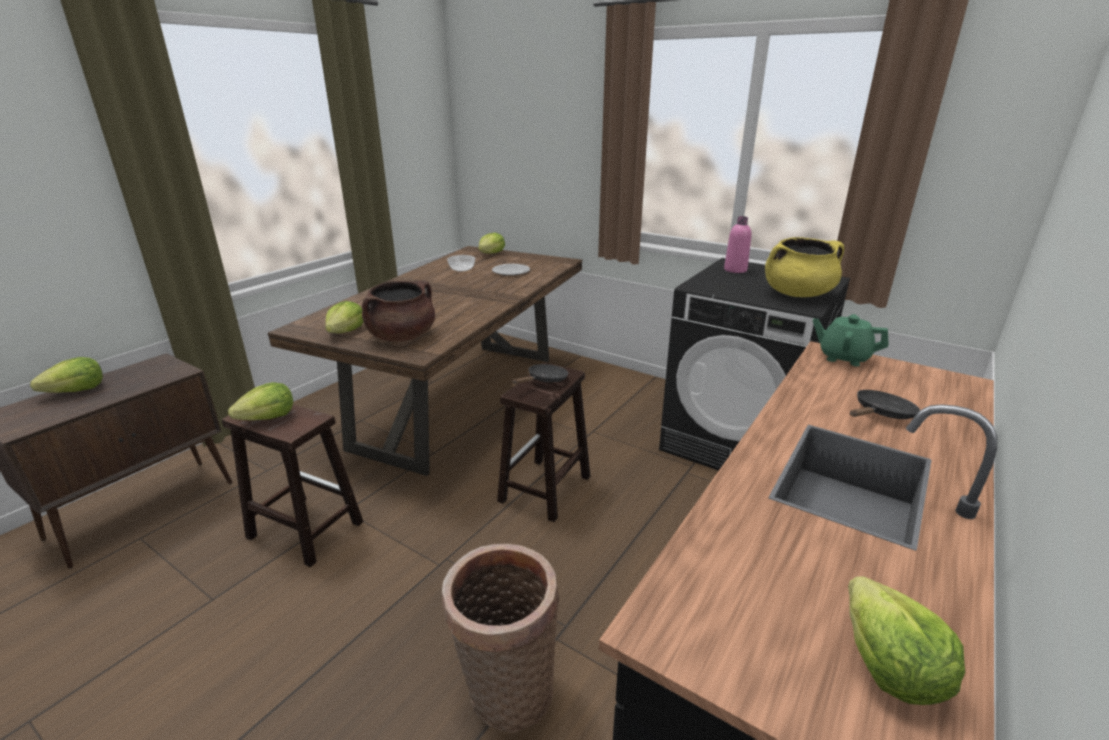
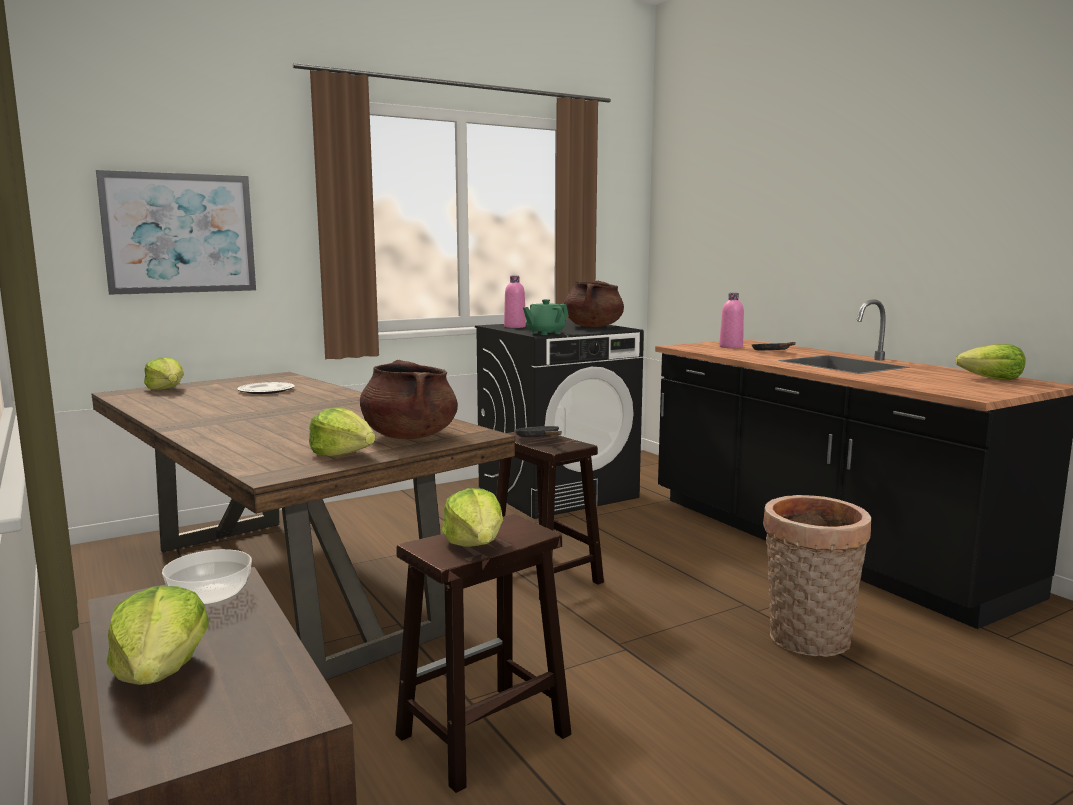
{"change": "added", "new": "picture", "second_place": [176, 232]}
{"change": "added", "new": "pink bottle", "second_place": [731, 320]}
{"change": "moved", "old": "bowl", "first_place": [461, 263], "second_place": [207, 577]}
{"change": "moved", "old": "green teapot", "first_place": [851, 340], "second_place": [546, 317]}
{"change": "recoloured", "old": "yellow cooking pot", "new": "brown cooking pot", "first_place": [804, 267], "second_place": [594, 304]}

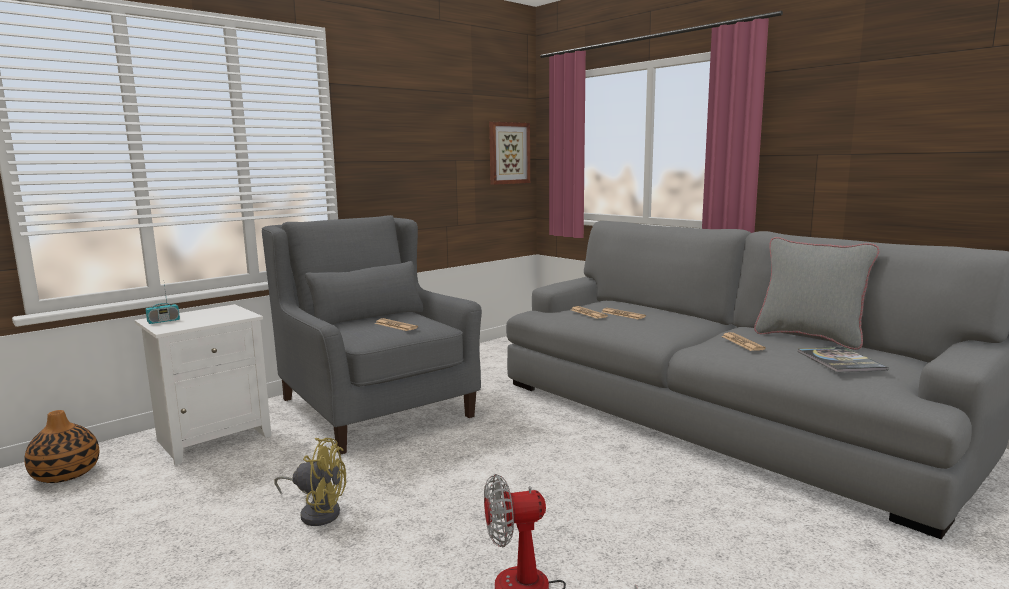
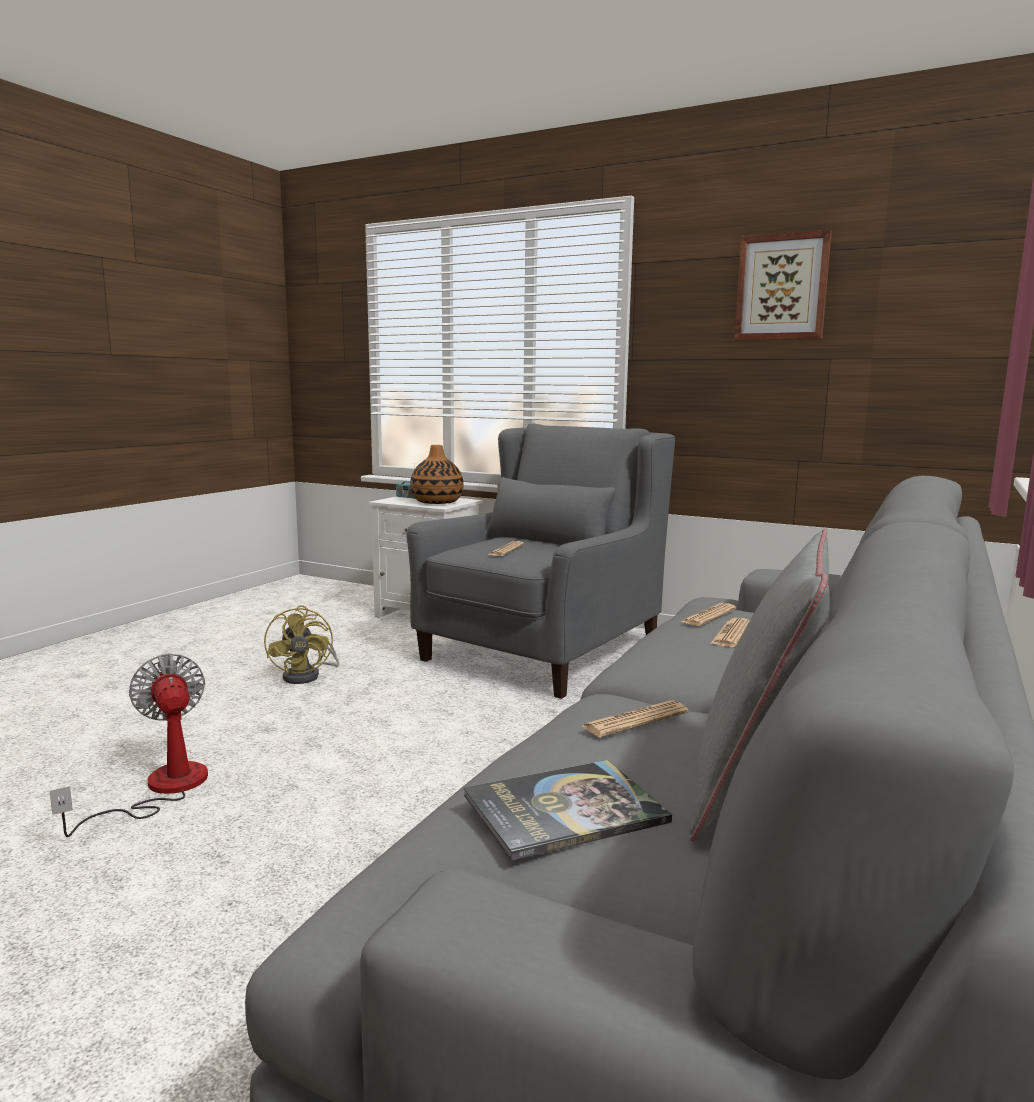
{"change": "moved", "old": "vase", "first_place": [61, 446], "second_place": [437, 474]}
{"change": "moved", "old": "picture", "first_place": [509, 153], "second_place": [783, 285]}

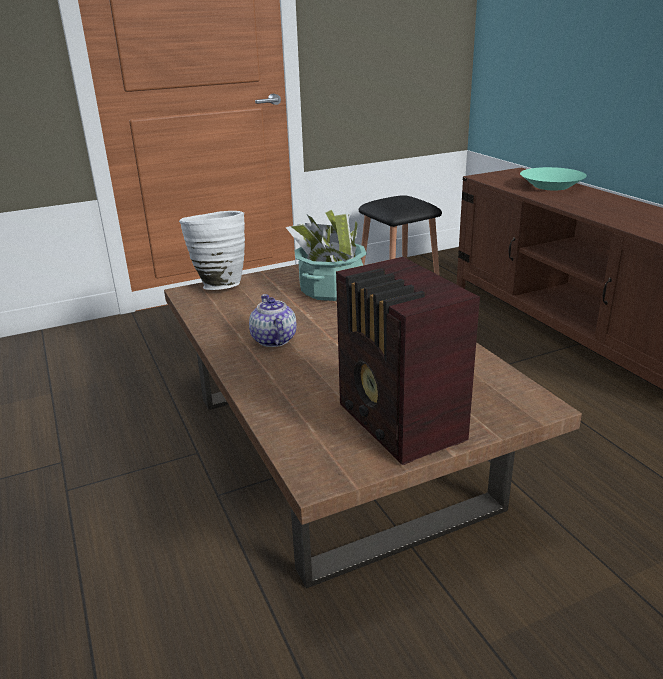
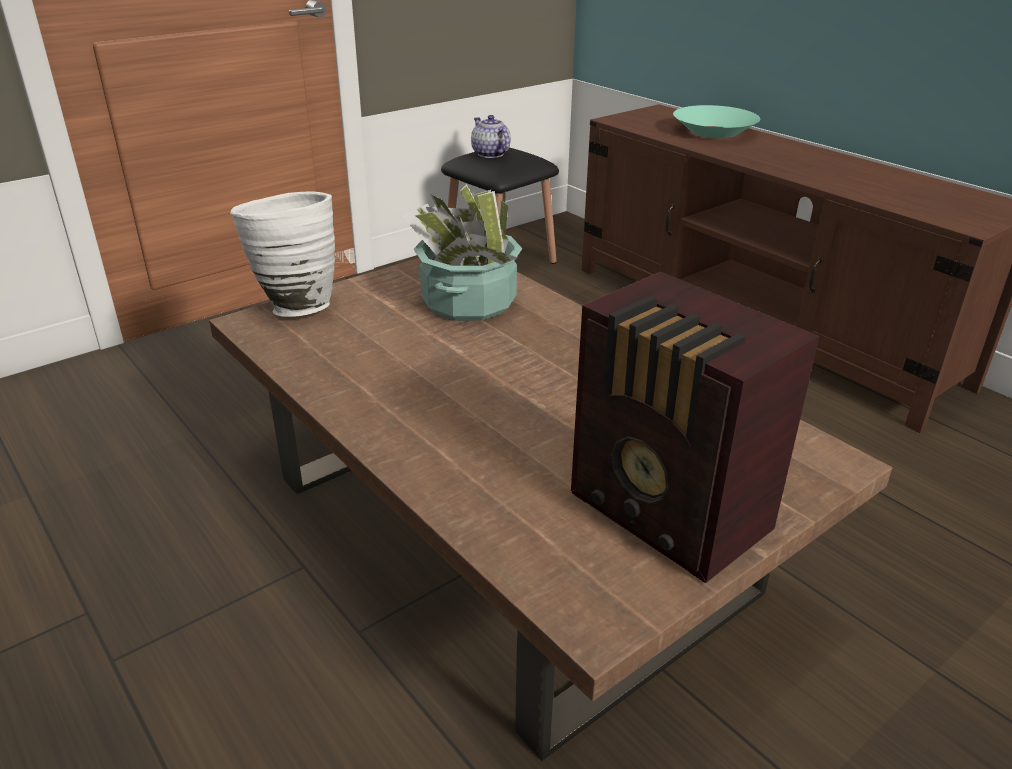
{"change": "moved", "old": "teapot", "first_place": [273, 320], "second_place": [491, 136]}

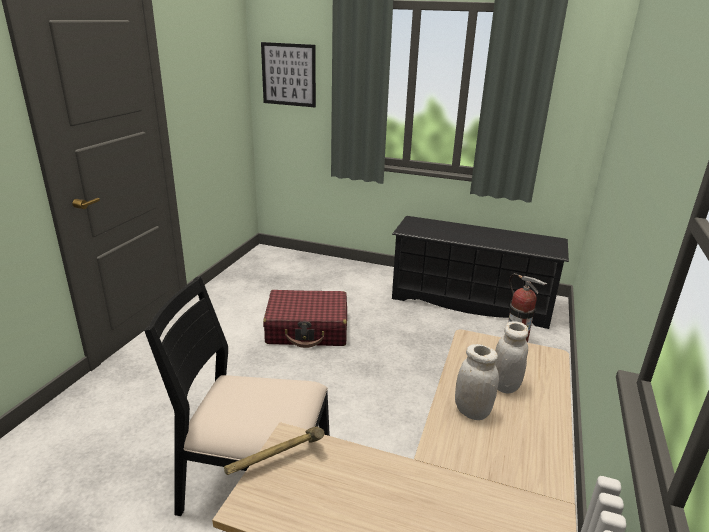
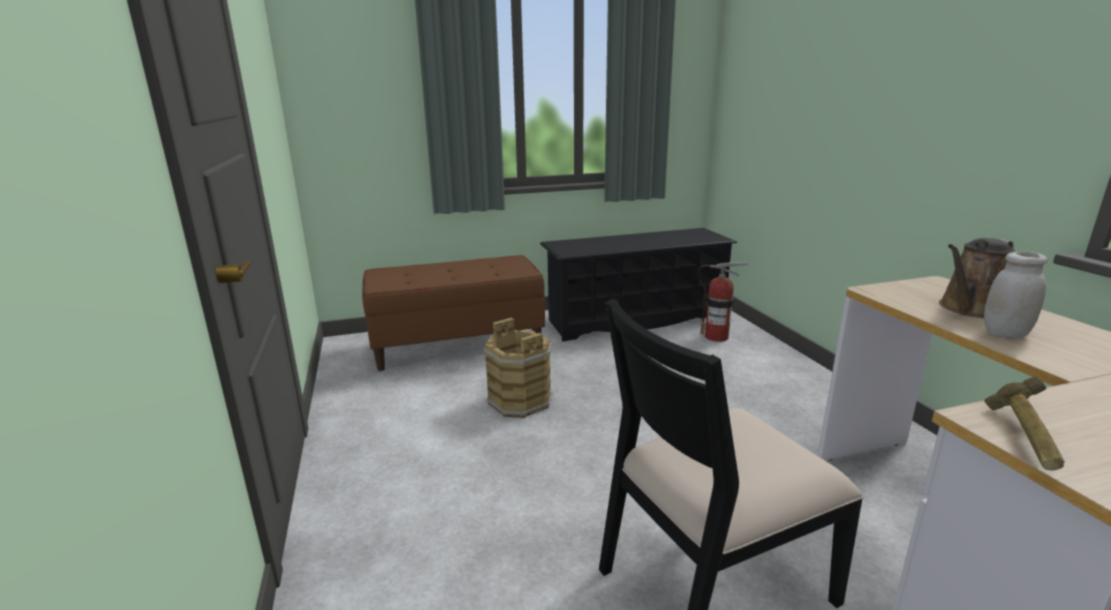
{"change": "removed", "old": "picture", "first_place": [288, 74]}
{"change": "added", "new": "brown bench", "second_place": [453, 313]}
{"change": "replaced", "old": "red suitcase", "new": "brown bucket", "first_place": [305, 319], "second_place": [518, 368]}
{"change": "replaced", "old": "white jar", "new": "brown watering can", "first_place": [511, 357], "second_place": [977, 278]}

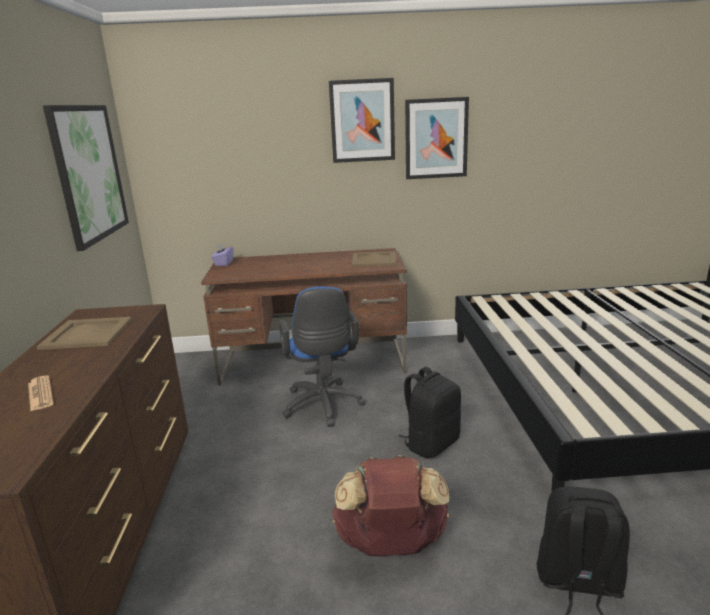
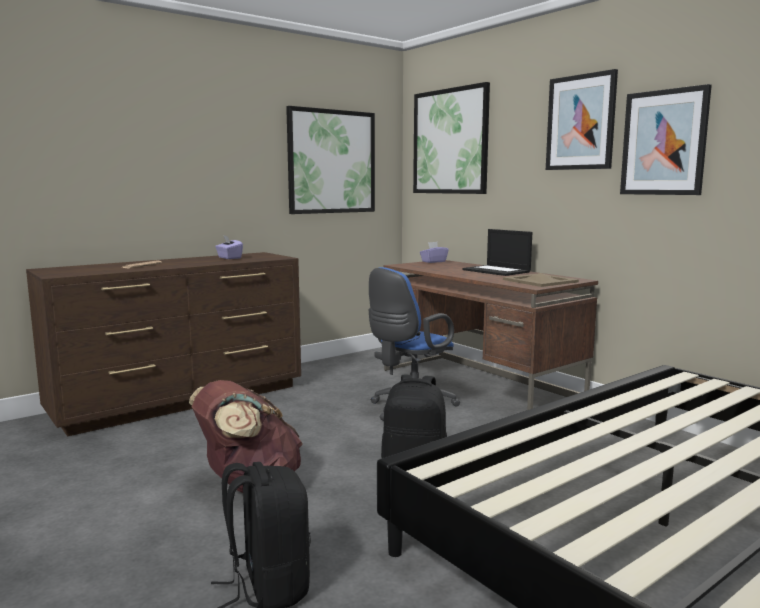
{"change": "added", "new": "picture", "second_place": [451, 138]}
{"change": "added", "new": "laptop", "second_place": [497, 252]}
{"change": "replaced", "old": "beige tray", "new": "purple tissue box", "first_place": [84, 333], "second_place": [229, 247]}

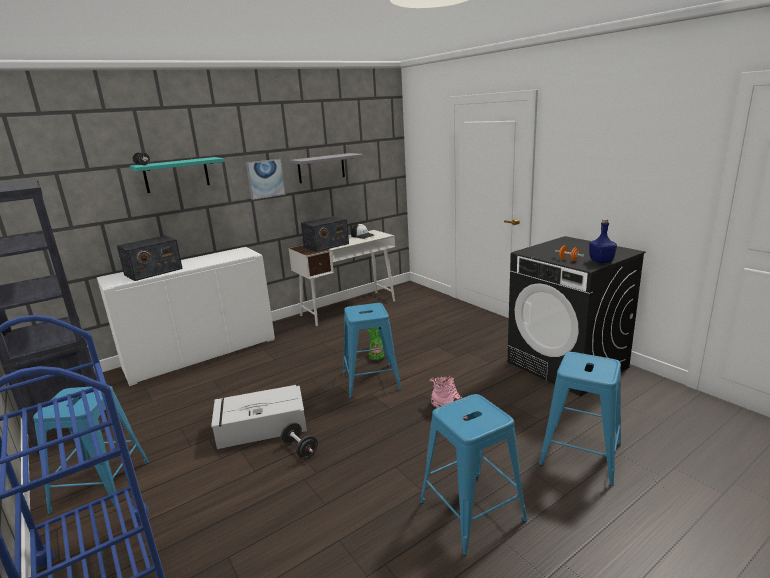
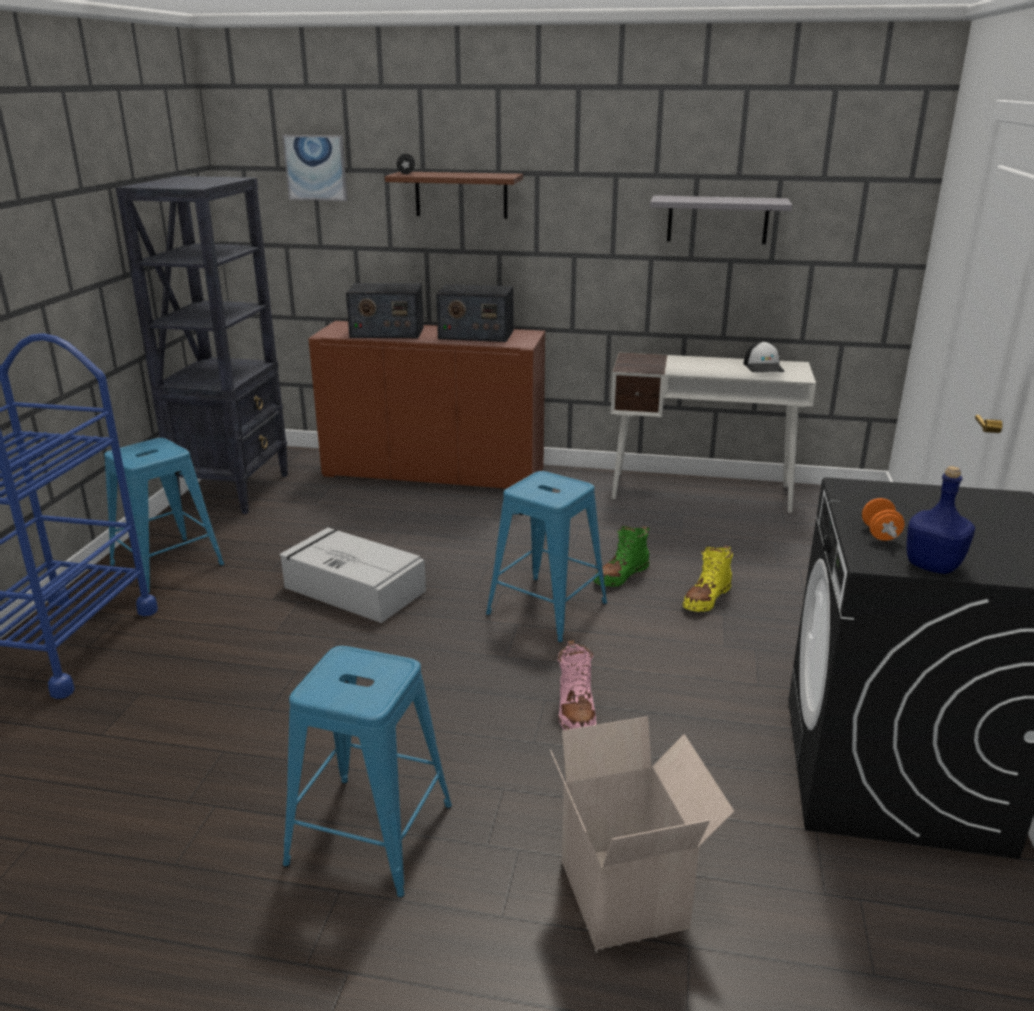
{"change": "removed", "old": "black dumbbell", "first_place": [299, 440]}
{"change": "added", "new": "yellow boot", "second_place": [707, 579]}
{"change": "moved", "old": "picture", "first_place": [266, 179], "second_place": [315, 168]}
{"change": "moved", "old": "radio", "first_place": [325, 234], "second_place": [474, 313]}
{"change": "replaced", "old": "blue stool", "new": "cardboard box", "first_place": [580, 419], "second_place": [642, 833]}
{"change": "recoloured", "old": "white cabinet", "new": "brown cabinet", "first_place": [186, 316], "second_place": [427, 405]}
{"change": "recoloured", "old": "turquoise shelf", "new": "brown shelf", "first_place": [177, 175], "second_place": [454, 195]}

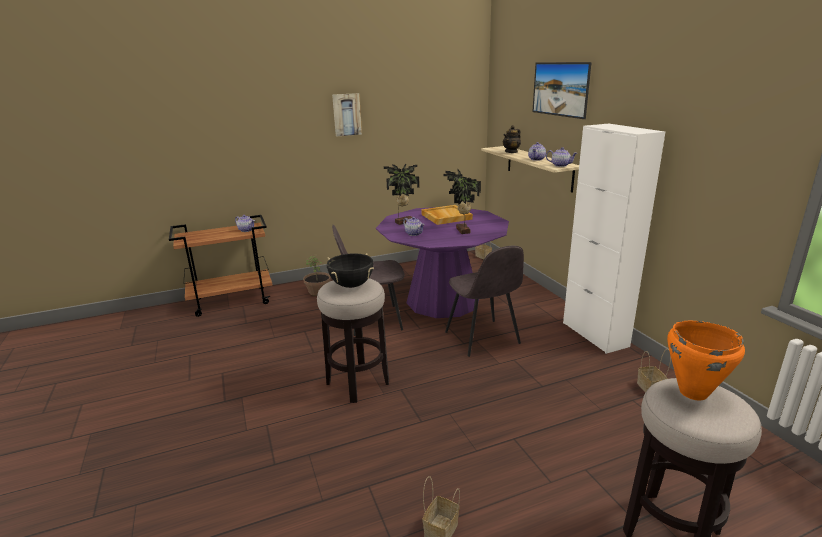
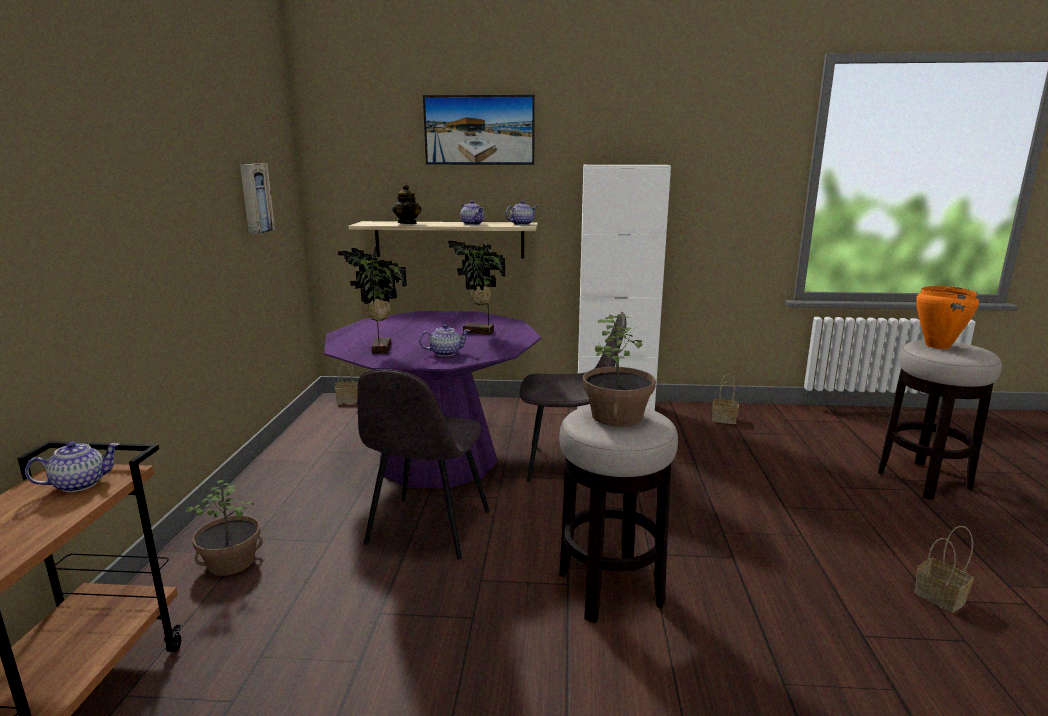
{"change": "removed", "old": "beige tray", "first_place": [447, 215]}
{"change": "moved", "old": "picture", "first_place": [347, 114], "second_place": [257, 199]}
{"change": "replaced", "old": "black cooking pot", "new": "potted plant", "first_place": [350, 270], "second_place": [619, 370]}

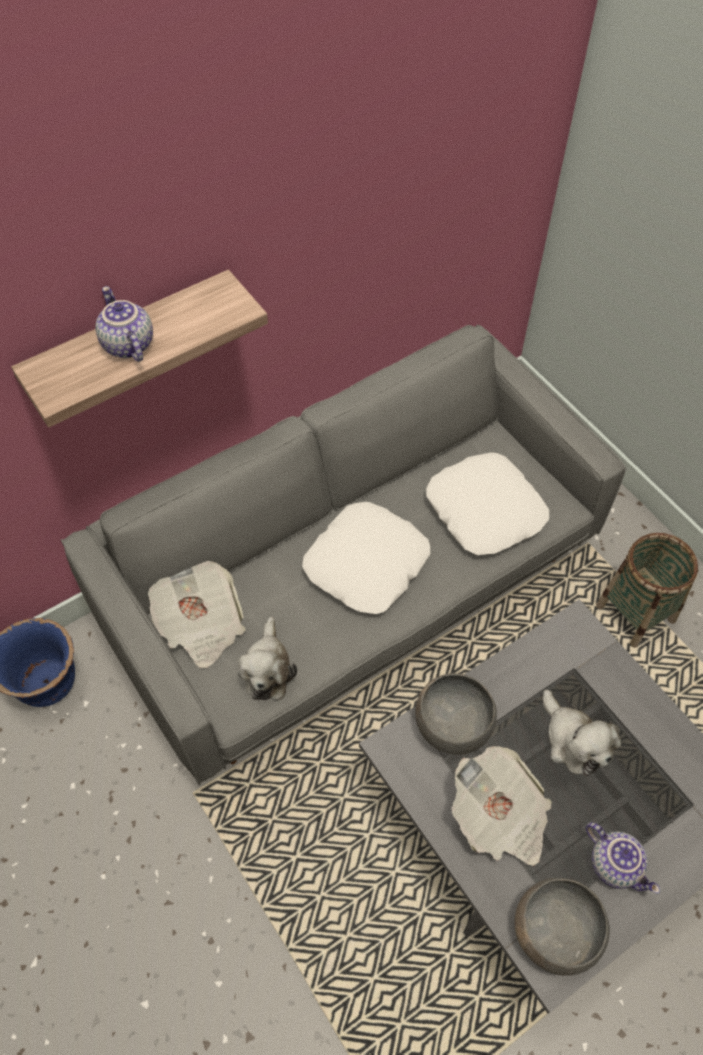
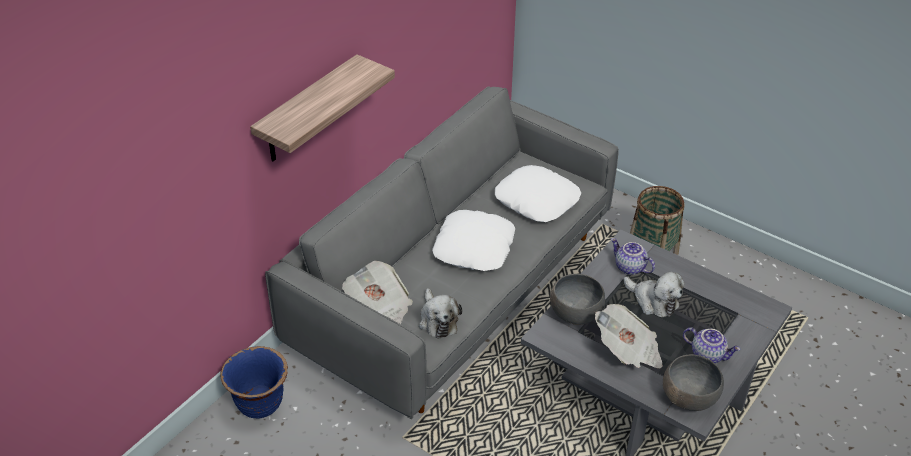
{"change": "moved", "old": "teapot", "first_place": [124, 324], "second_place": [633, 256]}

